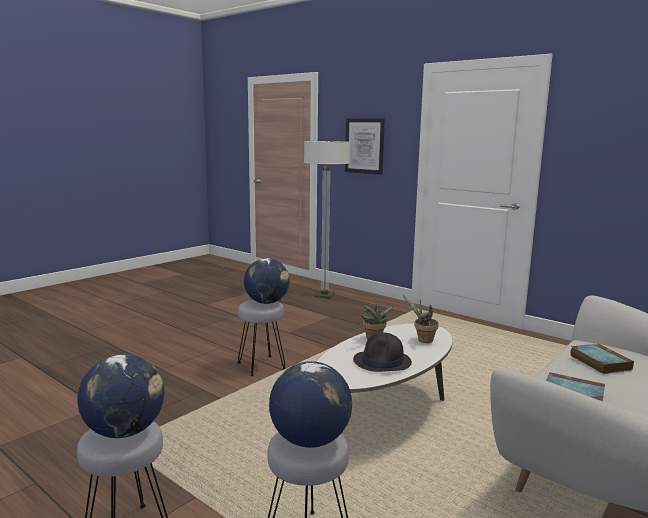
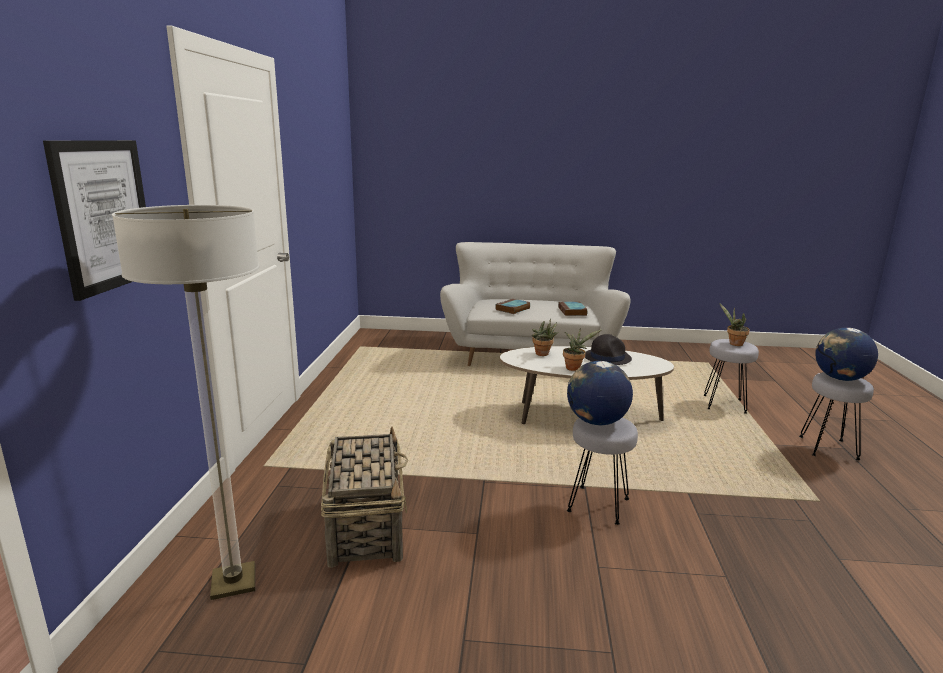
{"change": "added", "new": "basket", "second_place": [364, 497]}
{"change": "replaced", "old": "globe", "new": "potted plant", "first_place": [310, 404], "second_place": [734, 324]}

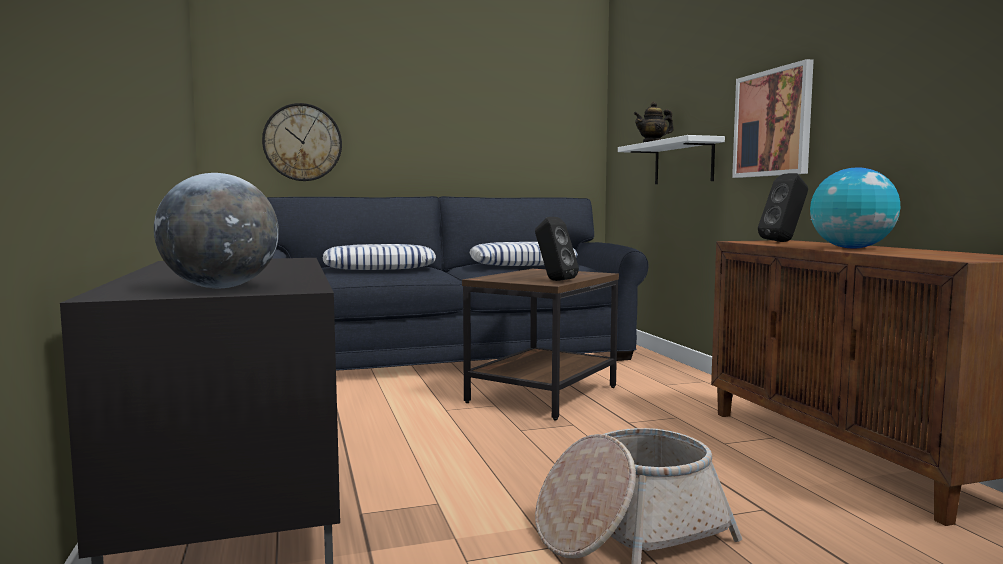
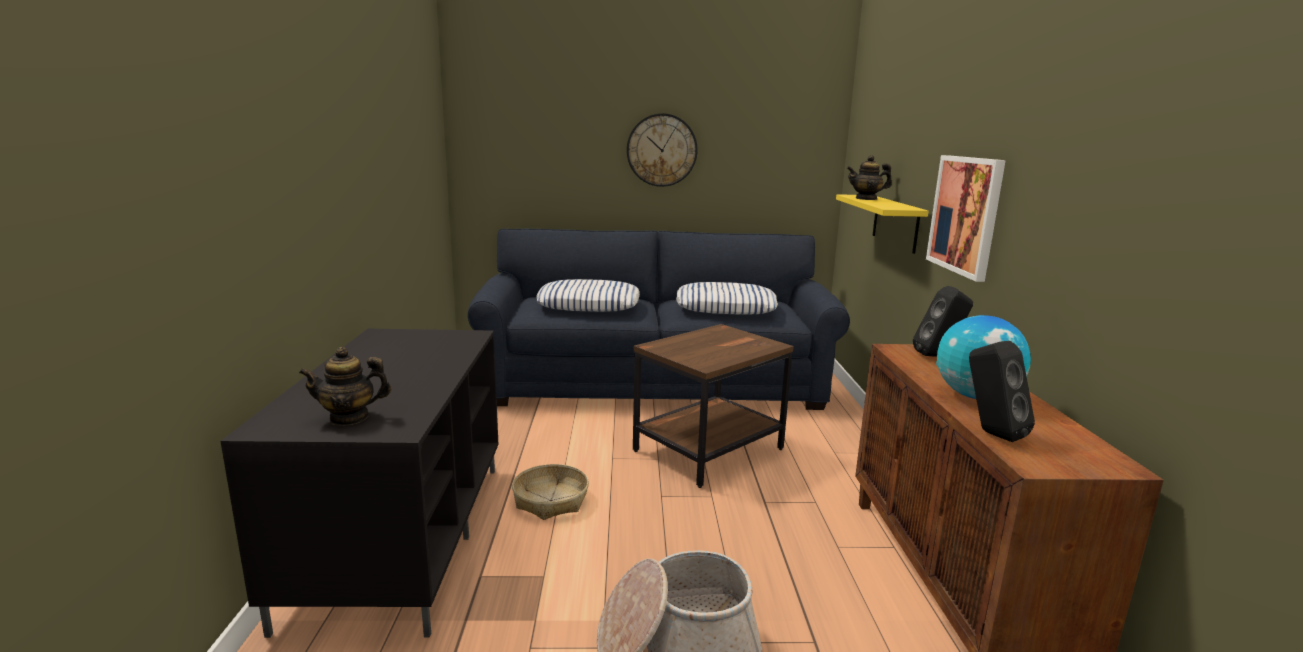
{"change": "added", "new": "basket", "second_place": [550, 492]}
{"change": "moved", "old": "wall clock", "first_place": [302, 142], "second_place": [662, 150]}
{"change": "moved", "old": "black speaker", "first_place": [557, 249], "second_place": [1002, 391]}
{"change": "replaced", "old": "globe", "new": "teapot", "first_place": [216, 230], "second_place": [345, 386]}
{"change": "recoloured", "old": "white shelf", "new": "yellow shelf", "first_place": [671, 159], "second_place": [882, 224]}

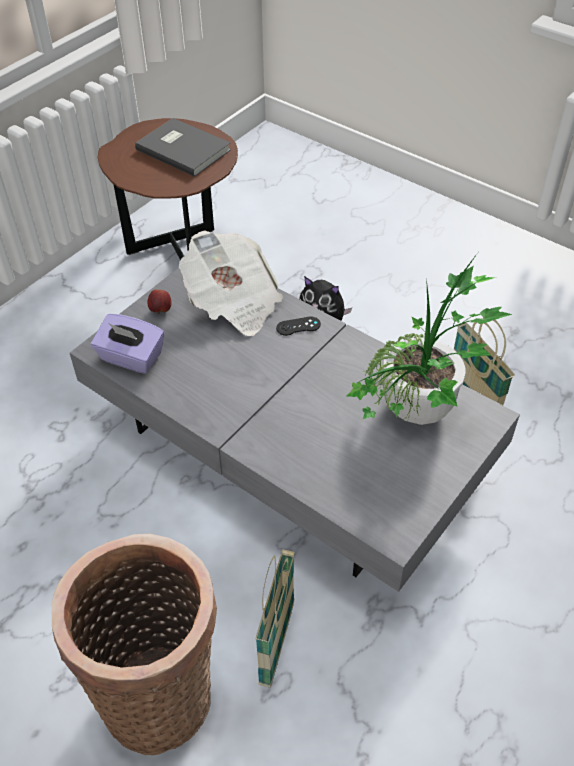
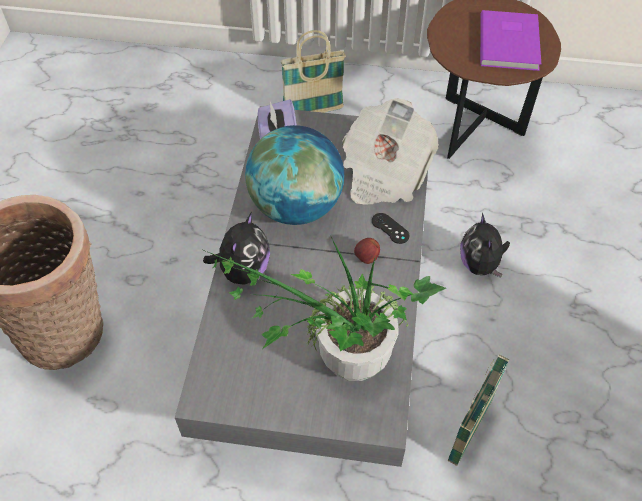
{"change": "added", "new": "plush toy", "second_place": [236, 248]}
{"change": "added", "new": "globe", "second_place": [294, 175]}
{"change": "moved", "old": "apple", "first_place": [159, 302], "second_place": [367, 251]}
{"change": "moved", "old": "basket", "first_place": [275, 618], "second_place": [313, 71]}
{"change": "recoloured", "old": "grey book", "new": "purple book", "first_place": [183, 147], "second_place": [510, 40]}

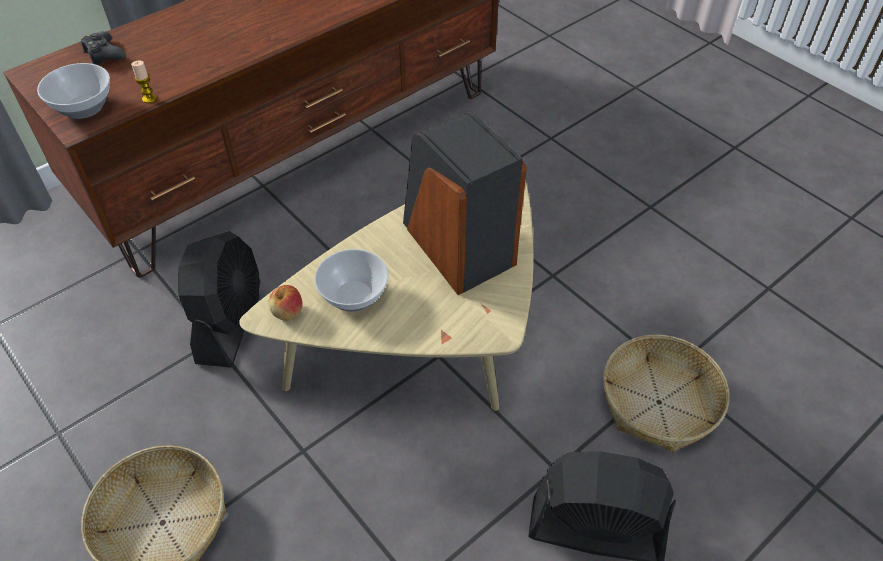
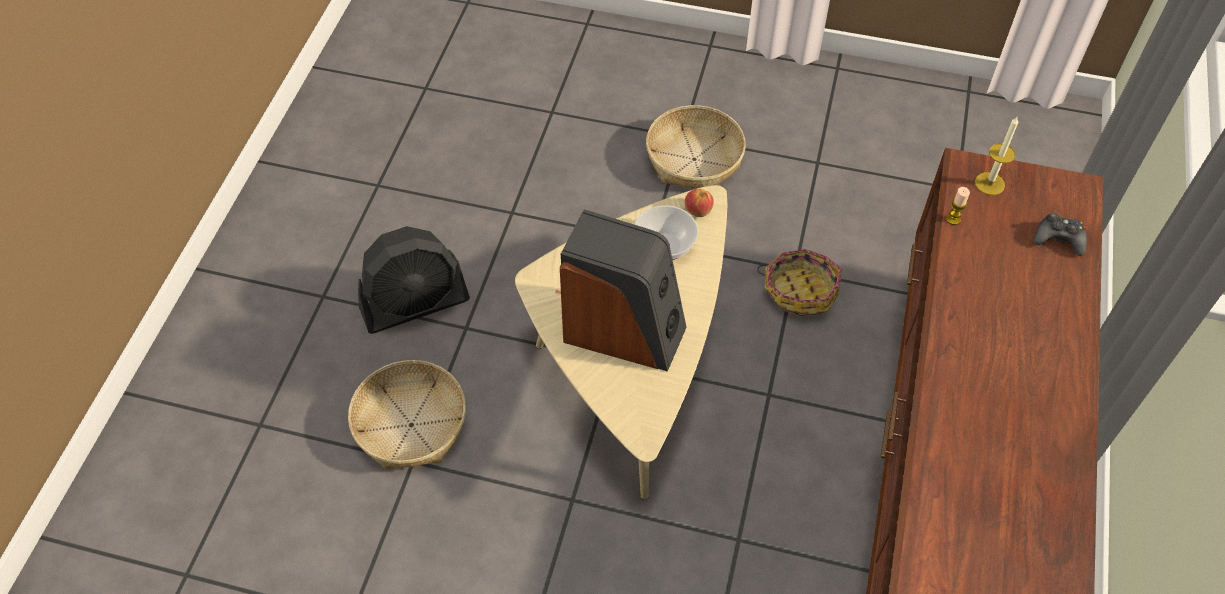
{"change": "replaced", "old": "bowl", "new": "candle", "first_place": [73, 91], "second_place": [996, 156]}
{"change": "replaced", "old": "black fan", "new": "basket", "first_place": [219, 299], "second_place": [799, 283]}

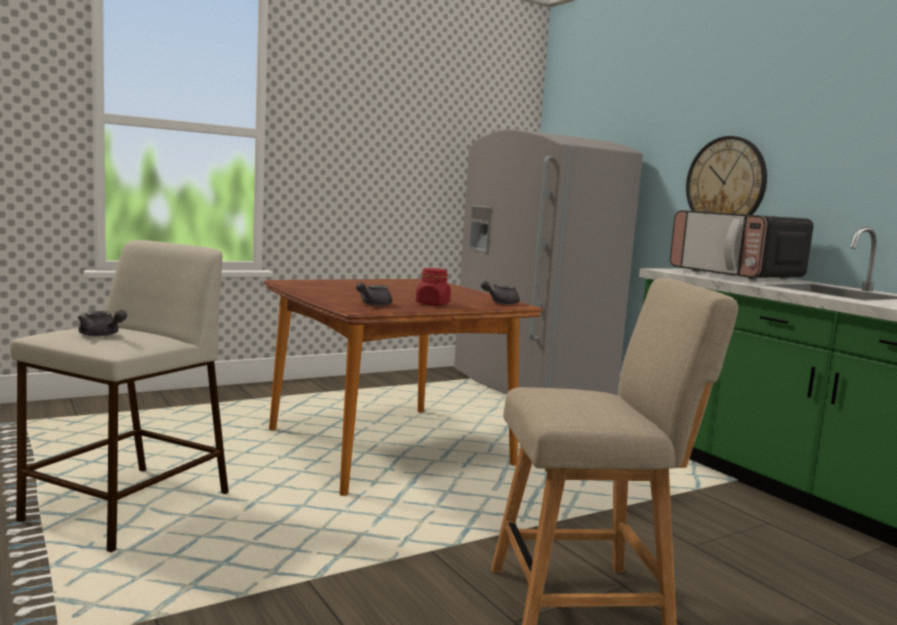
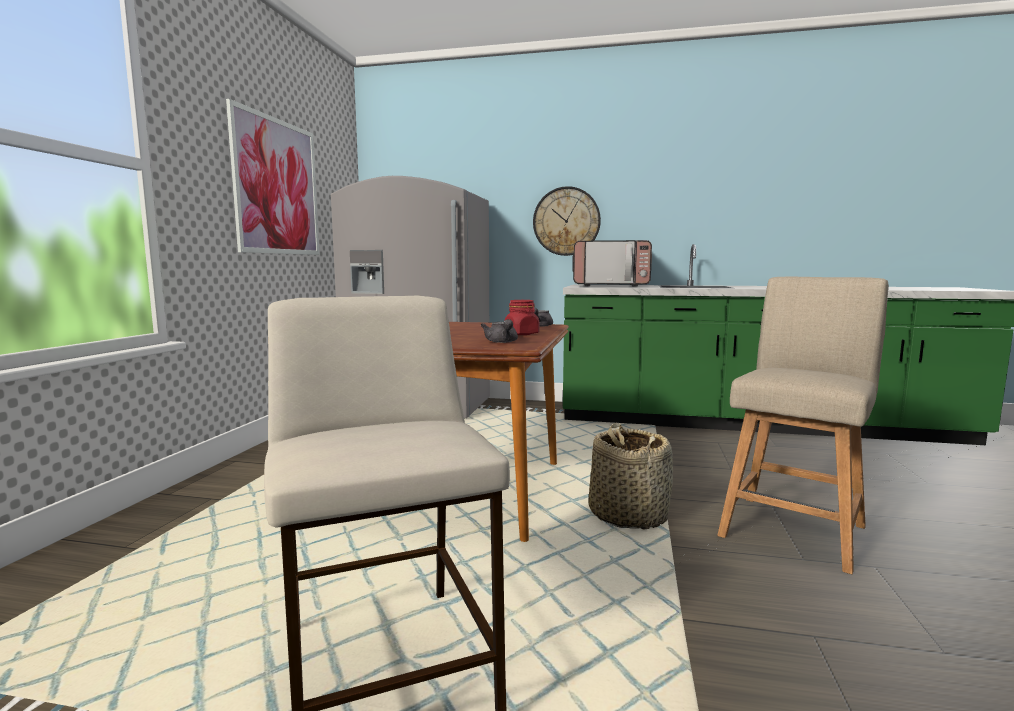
{"change": "removed", "old": "grey teapot", "first_place": [102, 323]}
{"change": "added", "new": "picture", "second_place": [272, 177]}
{"change": "added", "new": "basket", "second_place": [630, 475]}

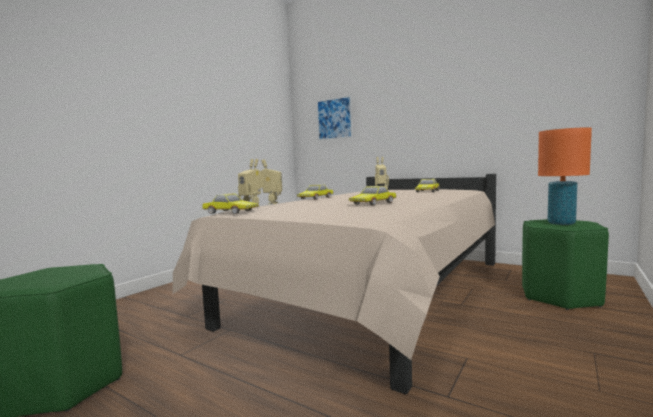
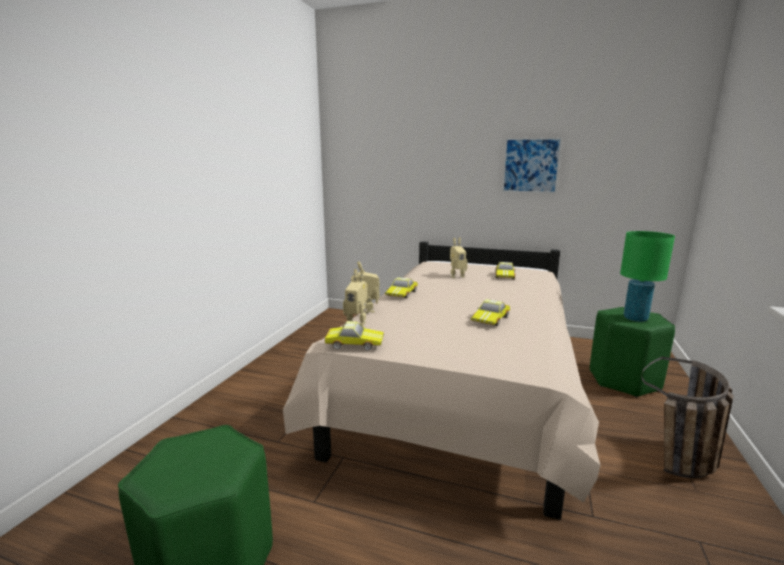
{"change": "added", "new": "basket", "second_place": [687, 417]}
{"change": "moved", "old": "picture", "first_place": [335, 118], "second_place": [532, 165]}
{"change": "recoloured", "old": "orange table lamp", "new": "green table lamp", "first_place": [565, 176], "second_place": [647, 276]}

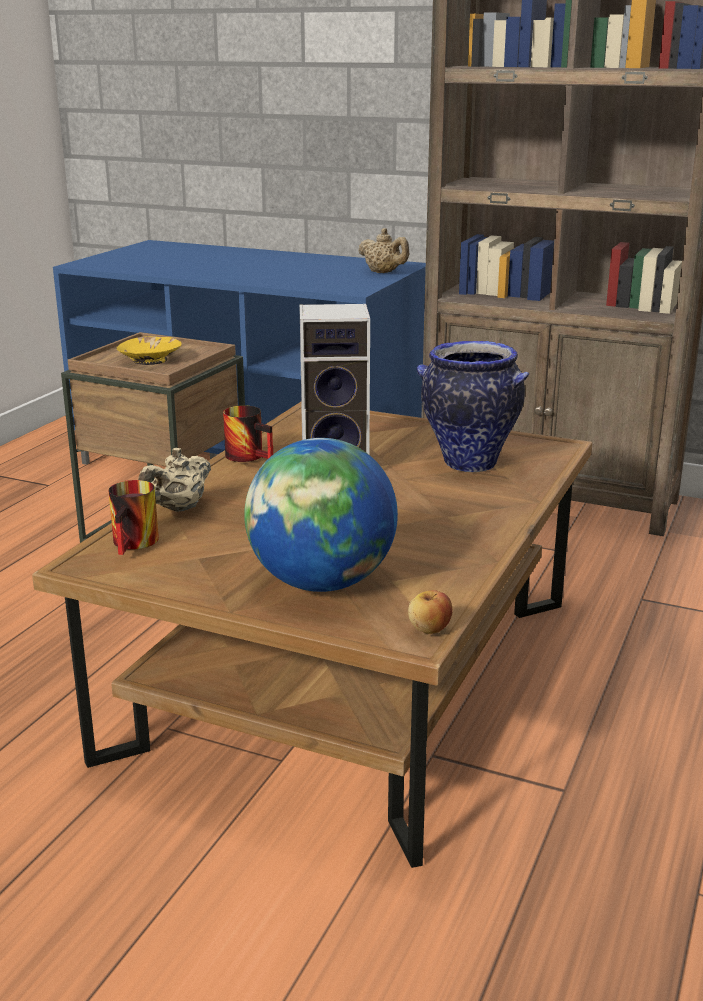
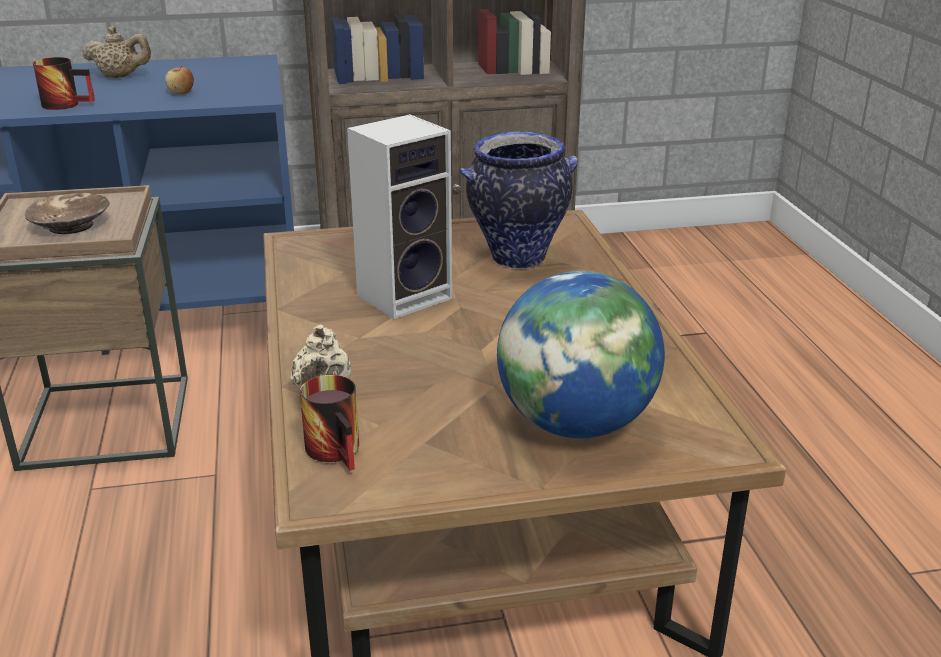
{"change": "moved", "old": "mug", "first_place": [248, 433], "second_place": [64, 83]}
{"change": "moved", "old": "beige teapot", "first_place": [383, 250], "second_place": [116, 52]}
{"change": "moved", "old": "apple", "first_place": [430, 612], "second_place": [179, 80]}
{"change": "recoloured", "old": "yellow bowl", "new": "brown bowl", "first_place": [149, 350], "second_place": [67, 213]}

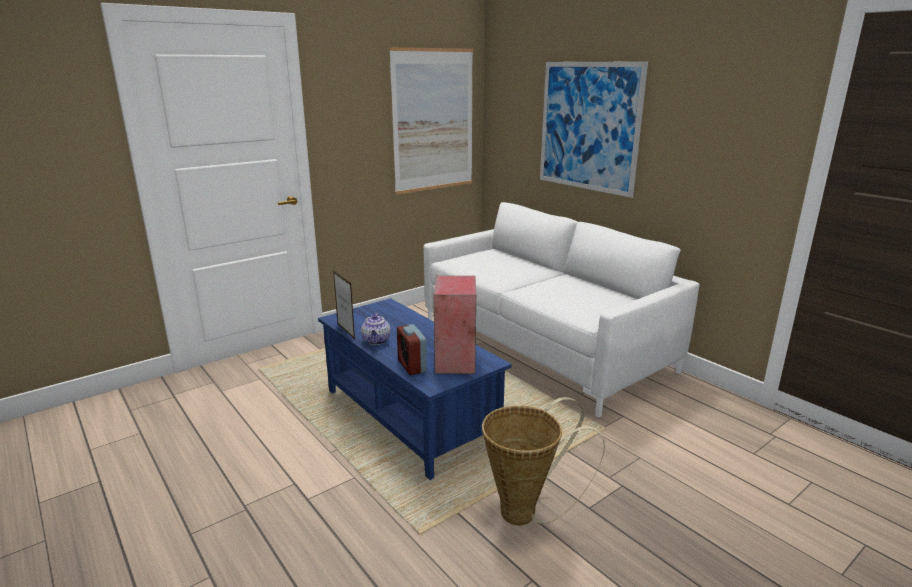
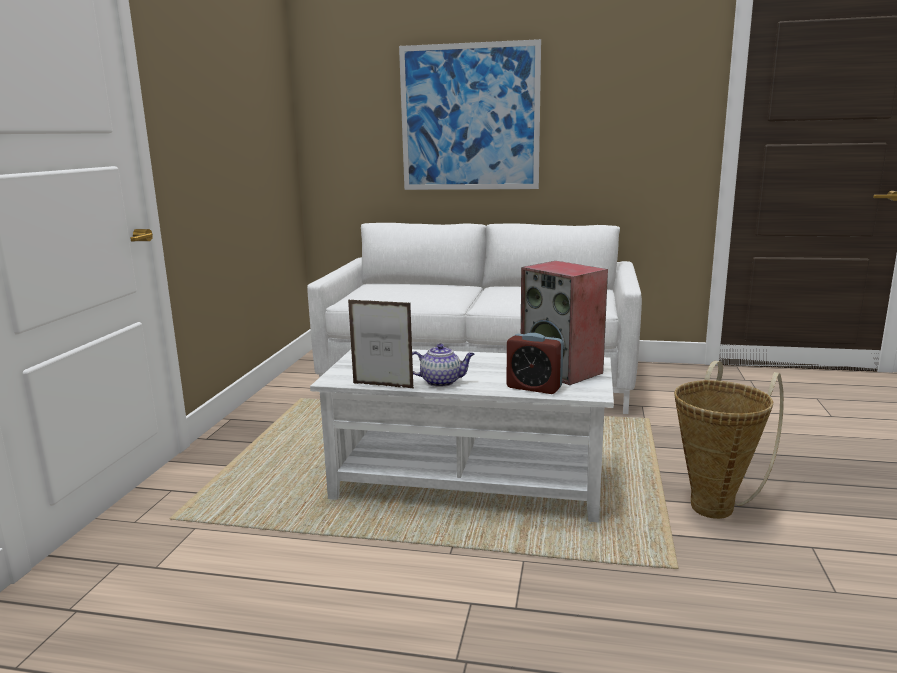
{"change": "removed", "old": "picture", "first_place": [431, 121]}
{"change": "recoloured", "old": "blue coffee table", "new": "white coffee table", "first_place": [415, 389], "second_place": [462, 436]}
{"change": "turned", "old": "teapot", "first_place": [376, 329], "second_place": [443, 365], "degrees": -45}

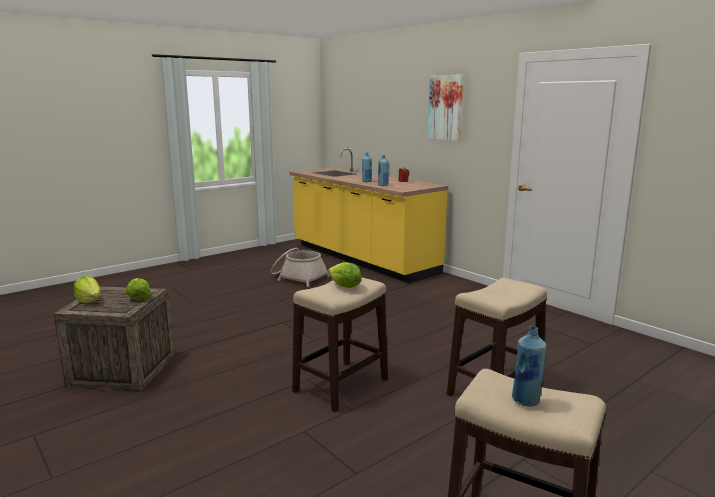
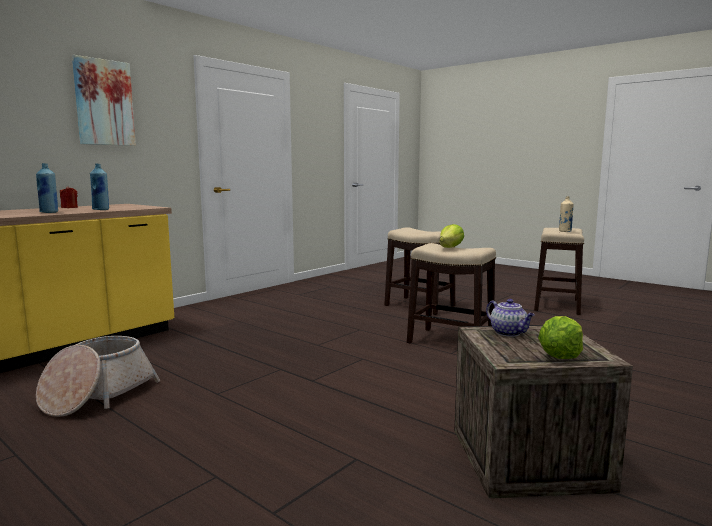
{"change": "replaced", "old": "lettuce", "new": "teapot", "first_place": [138, 289], "second_place": [510, 318]}
{"change": "recoloured", "old": "blue bottle", "new": "beige bottle", "first_place": [529, 366], "second_place": [566, 214]}

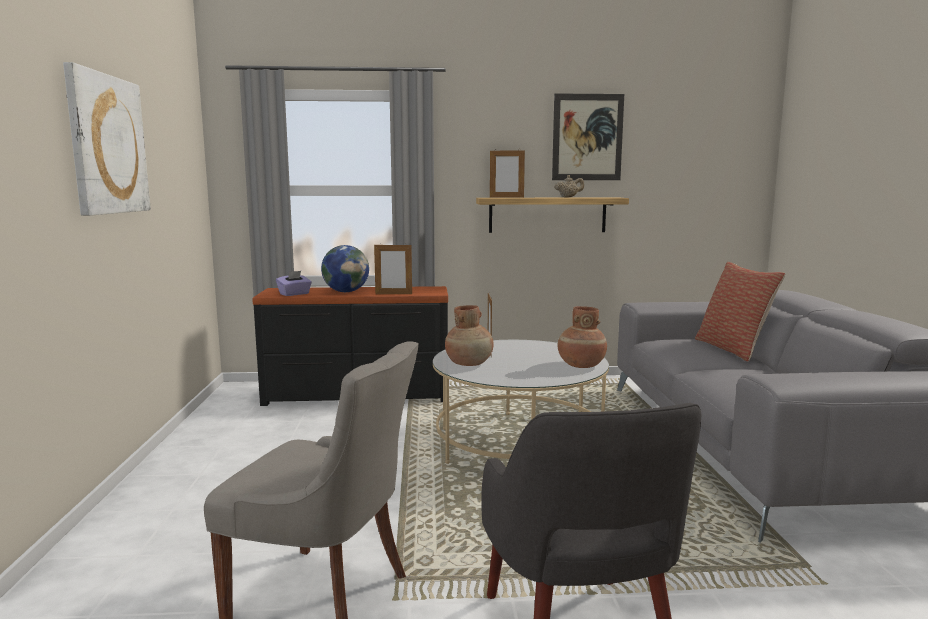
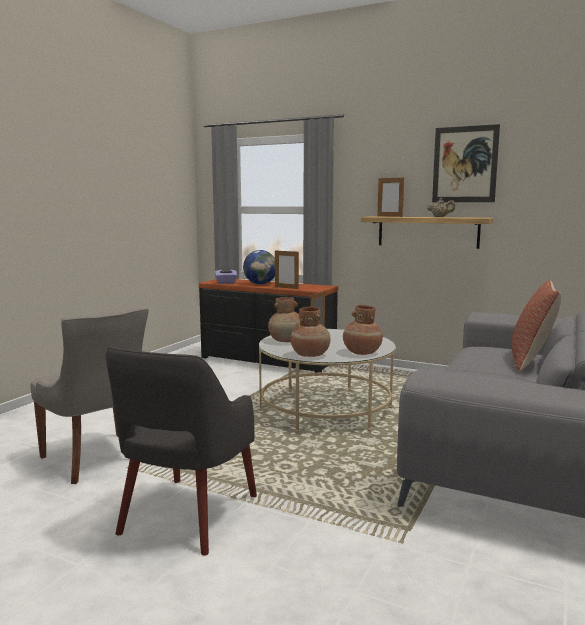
{"change": "removed", "old": "picture", "first_place": [107, 139]}
{"change": "added", "new": "brown vase", "second_place": [310, 332]}

